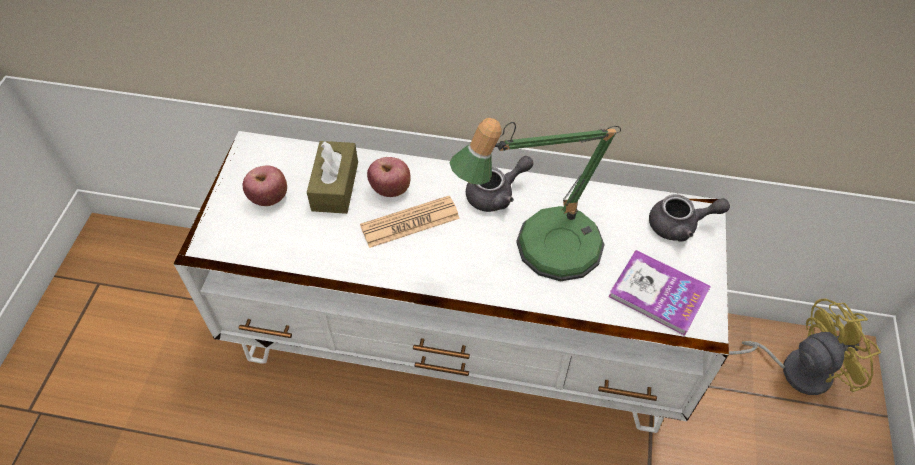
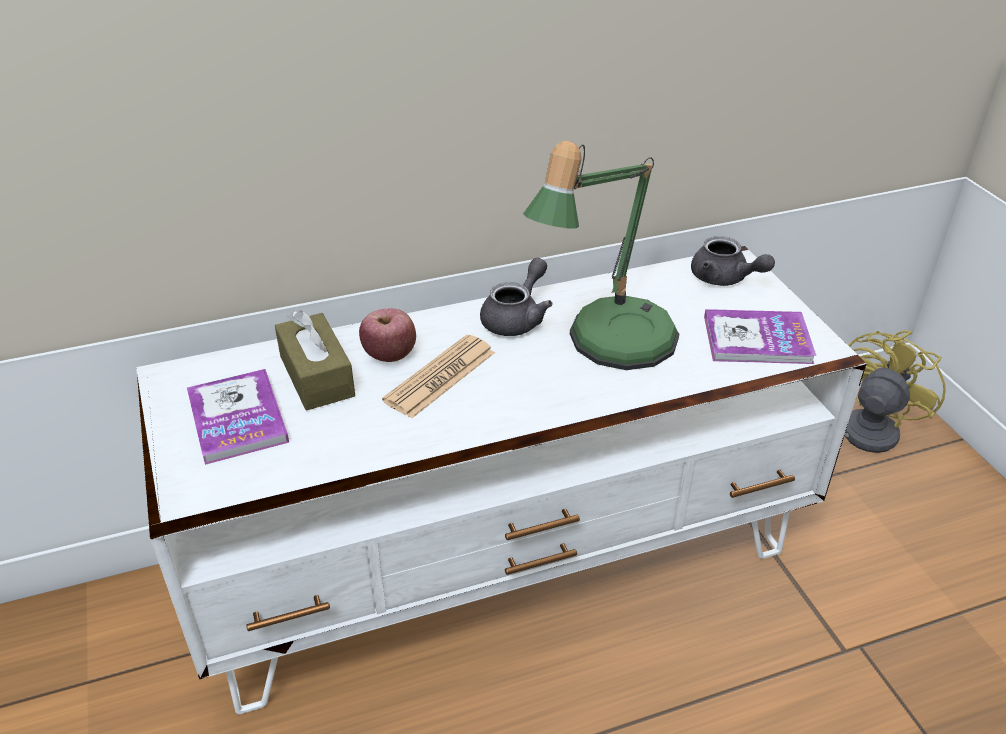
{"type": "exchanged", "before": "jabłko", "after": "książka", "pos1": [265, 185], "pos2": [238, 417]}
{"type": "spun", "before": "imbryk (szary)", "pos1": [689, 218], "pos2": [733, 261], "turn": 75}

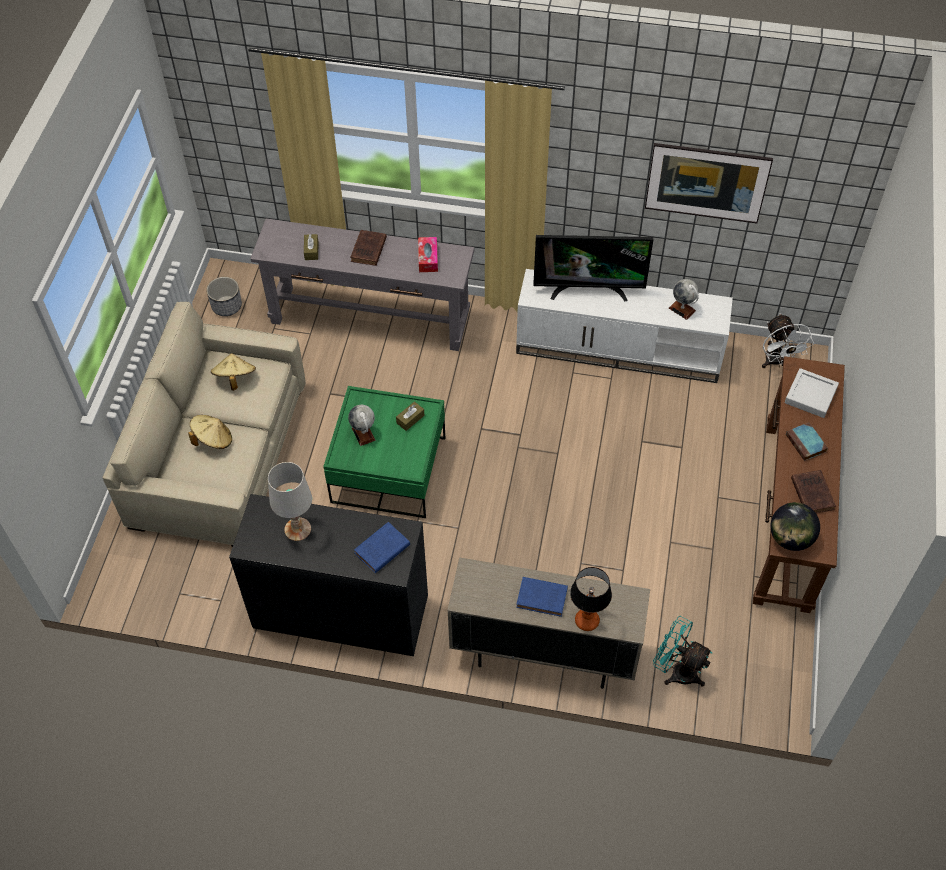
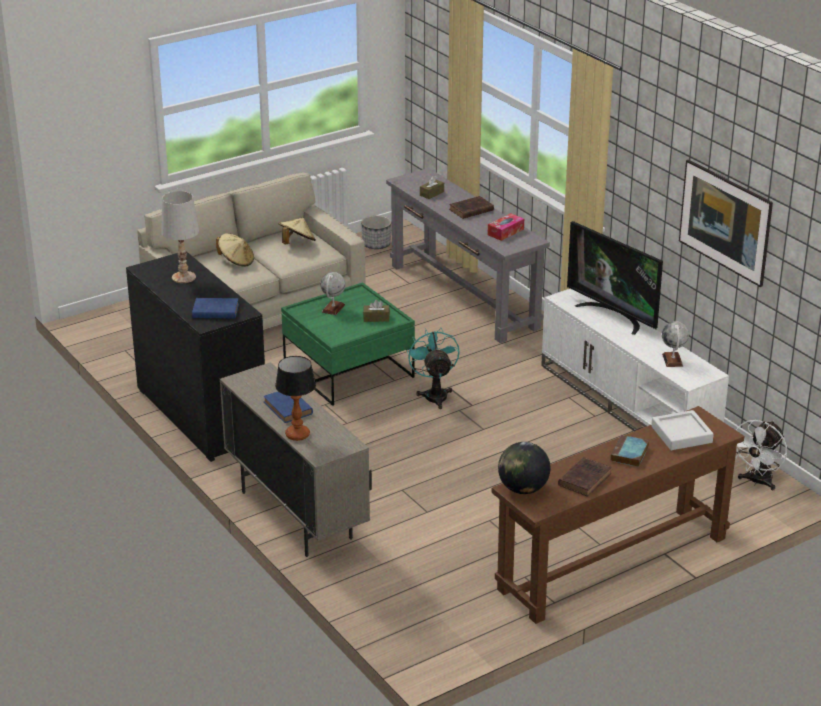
{"type": "relocated", "before": "wentylator (turkusowy)", "pos1": [682, 651], "pos2": [433, 368]}

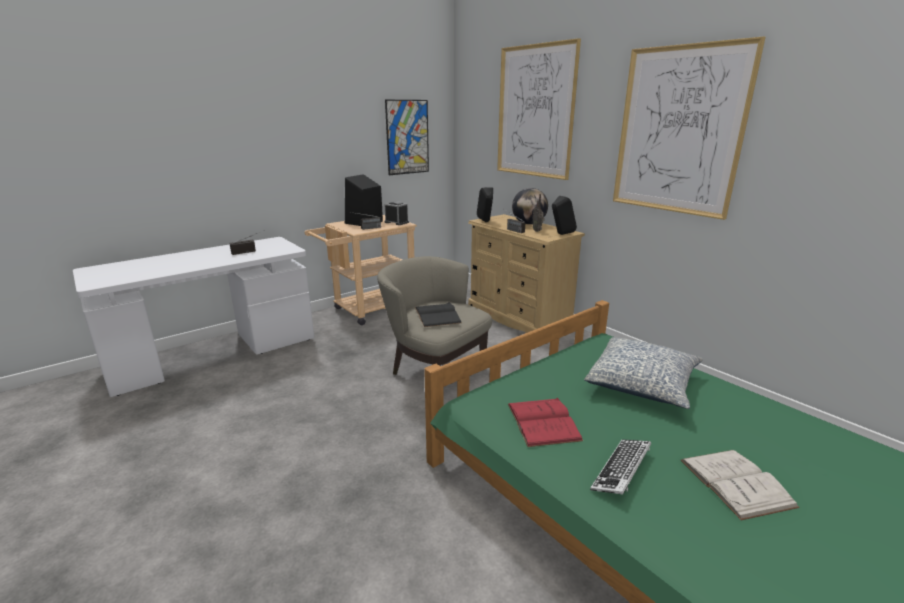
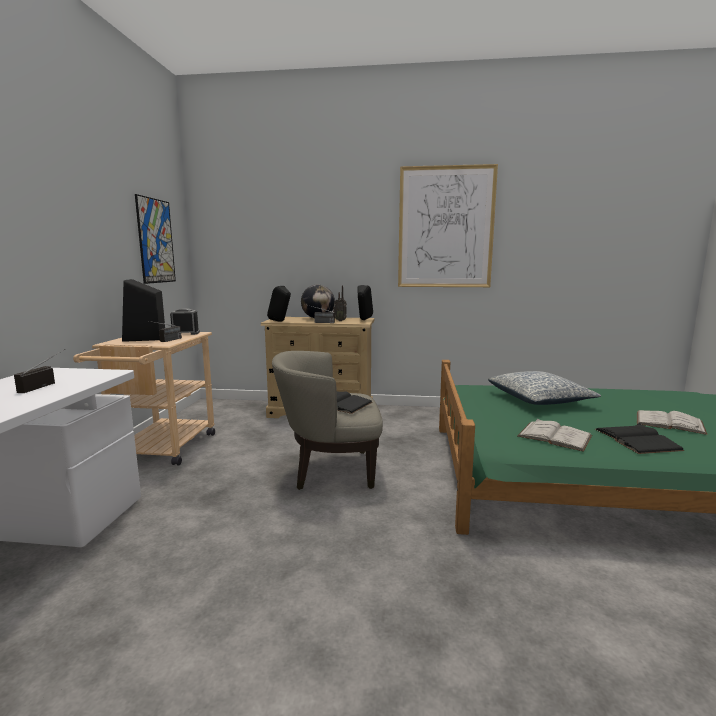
{"type": "missing", "before": "obraz", "pos1": [539, 109]}
{"type": "exchanged", "before": "klawiatura", "after": "książka (czarny)", "pos1": [620, 466], "pos2": [640, 438]}
{"type": "colour", "before": "książka (czerwony)", "after": "książka (biały)", "pos1": [545, 422], "pos2": [554, 435]}

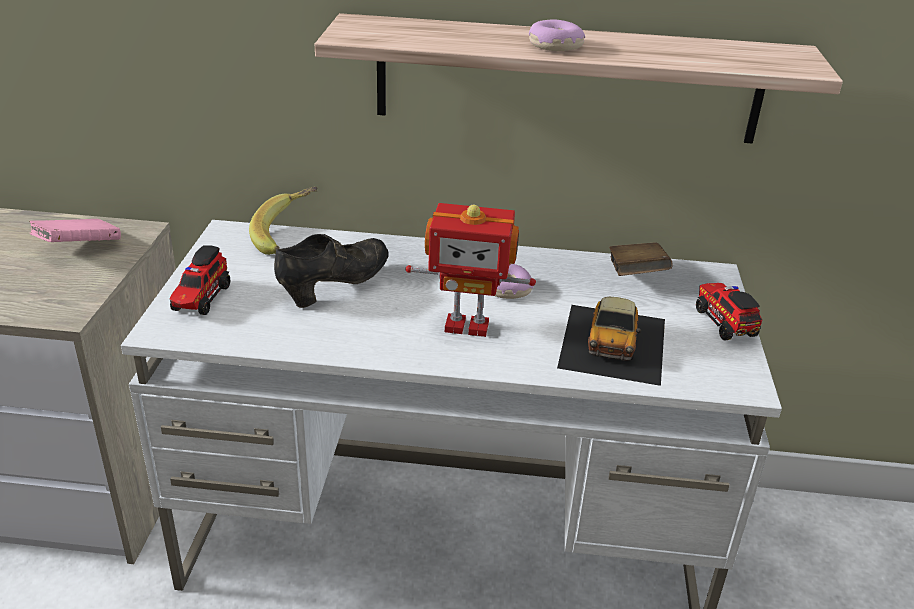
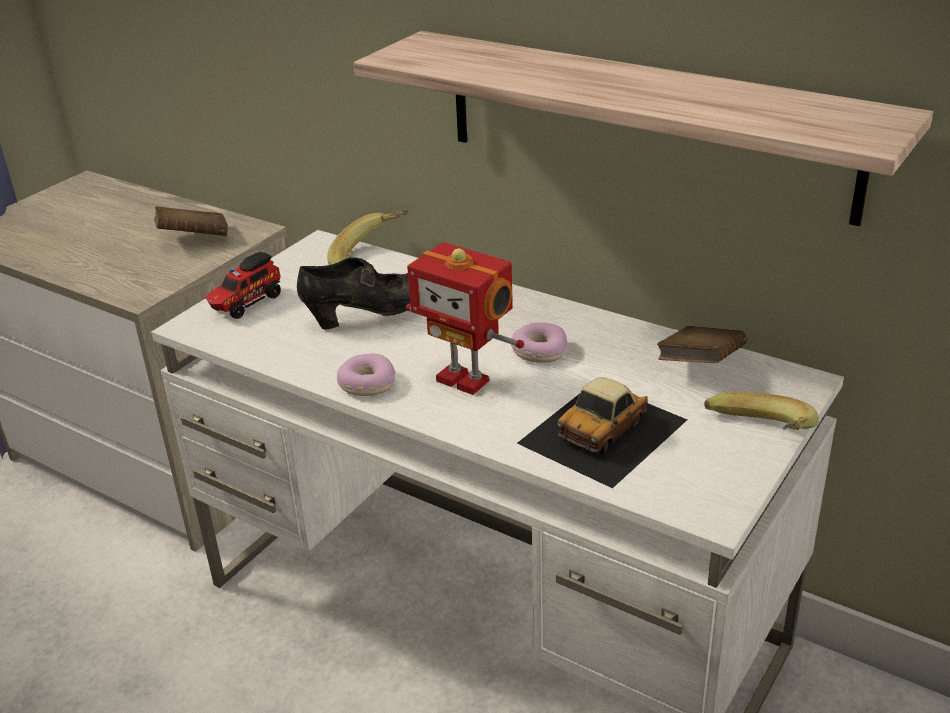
{"type": "relocated", "before": "donut", "pos1": [557, 35], "pos2": [366, 374]}
{"type": "exchanged", "before": "ciężarówka zabawkowa", "after": "banan", "pos1": [729, 312], "pos2": [761, 411]}
{"type": "colour", "before": "książka (różowy)", "after": "książka (brązowy)", "pos1": [75, 230], "pos2": [191, 221]}

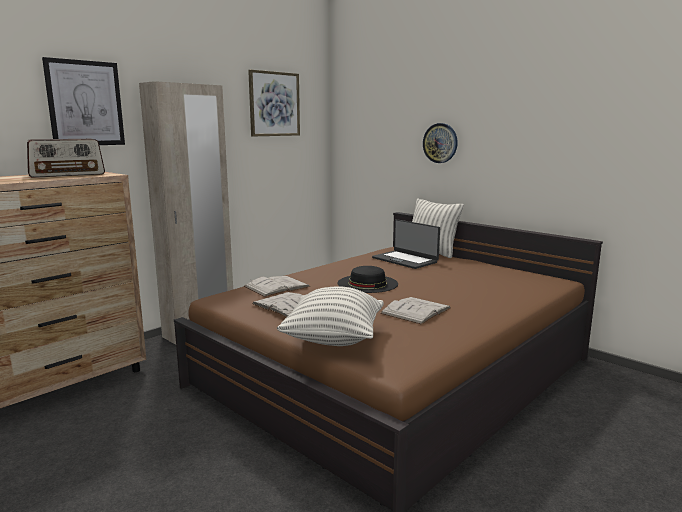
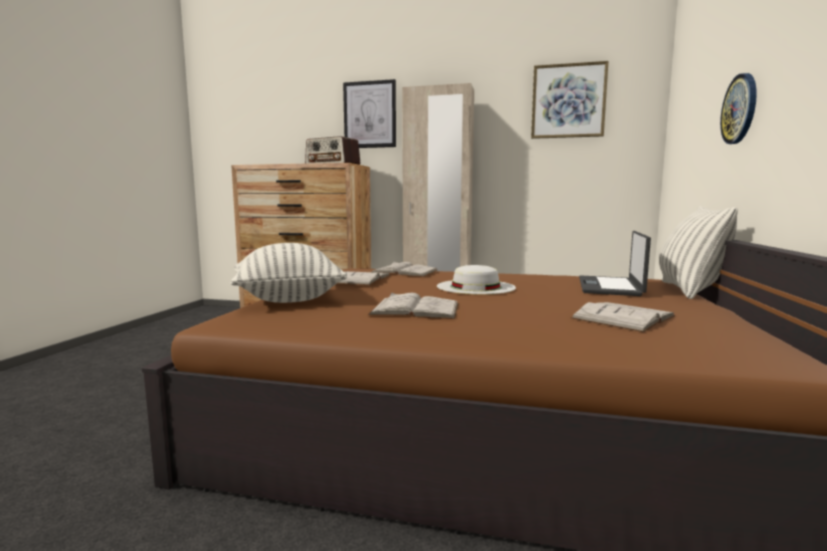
{"type": "appeared", "after": "książka (biały)", "pos2": [623, 317]}
{"type": "colour", "before": "kapelusz (czarny)", "after": "kapelusz (biały)", "pos1": [367, 279], "pos2": [476, 280]}

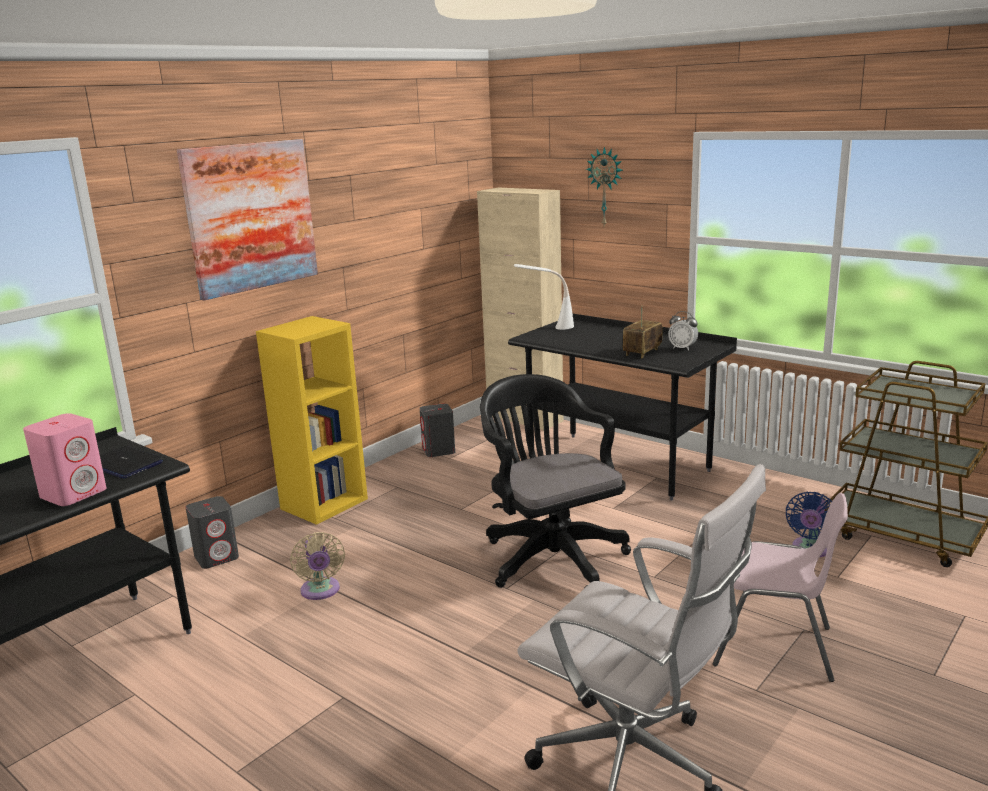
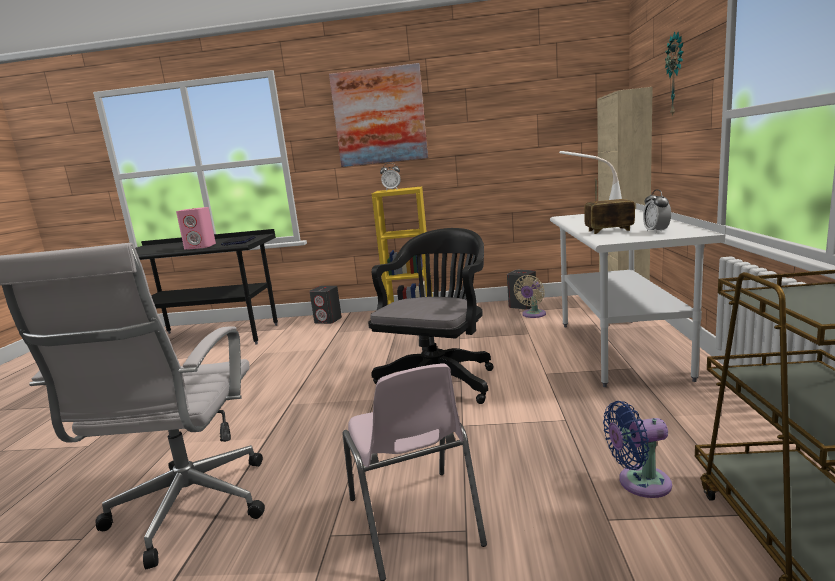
{"type": "appeared", "after": "budzik", "pos2": [390, 177]}
{"type": "relocated", "before": "wentylator (beżowy)", "pos1": [317, 566], "pos2": [530, 296]}
{"type": "colour", "before": "biurko (czarny)", "after": "biurko (biały)", "pos1": [622, 407], "pos2": [638, 295]}

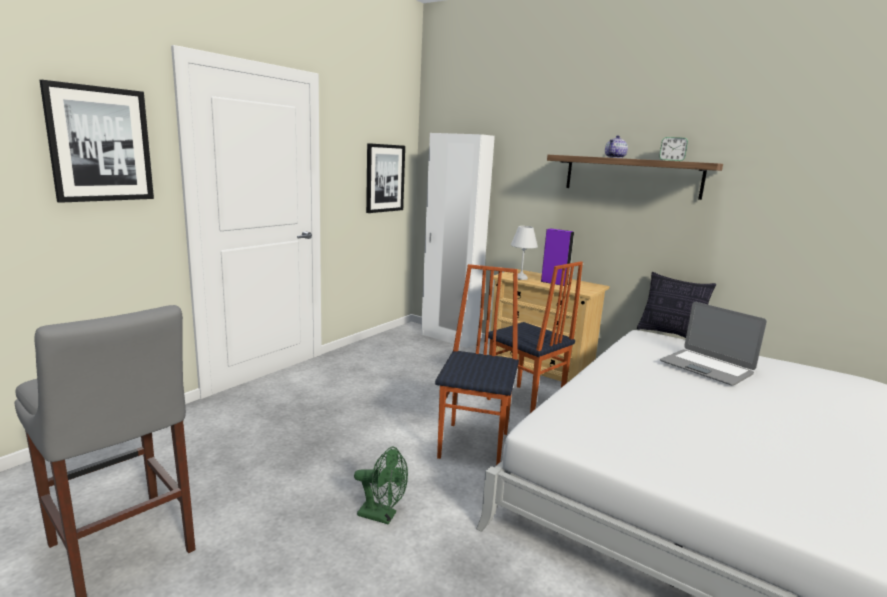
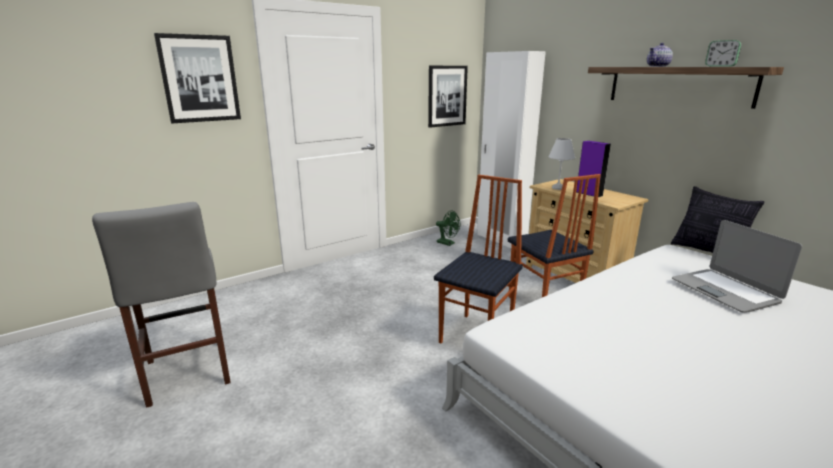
{"type": "relocated", "before": "wentylator (zielony)", "pos1": [381, 486], "pos2": [448, 228]}

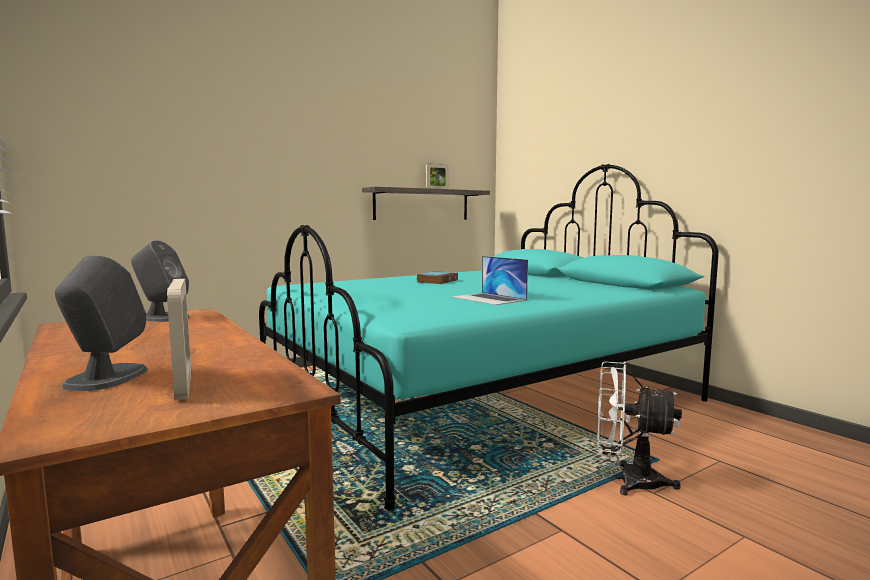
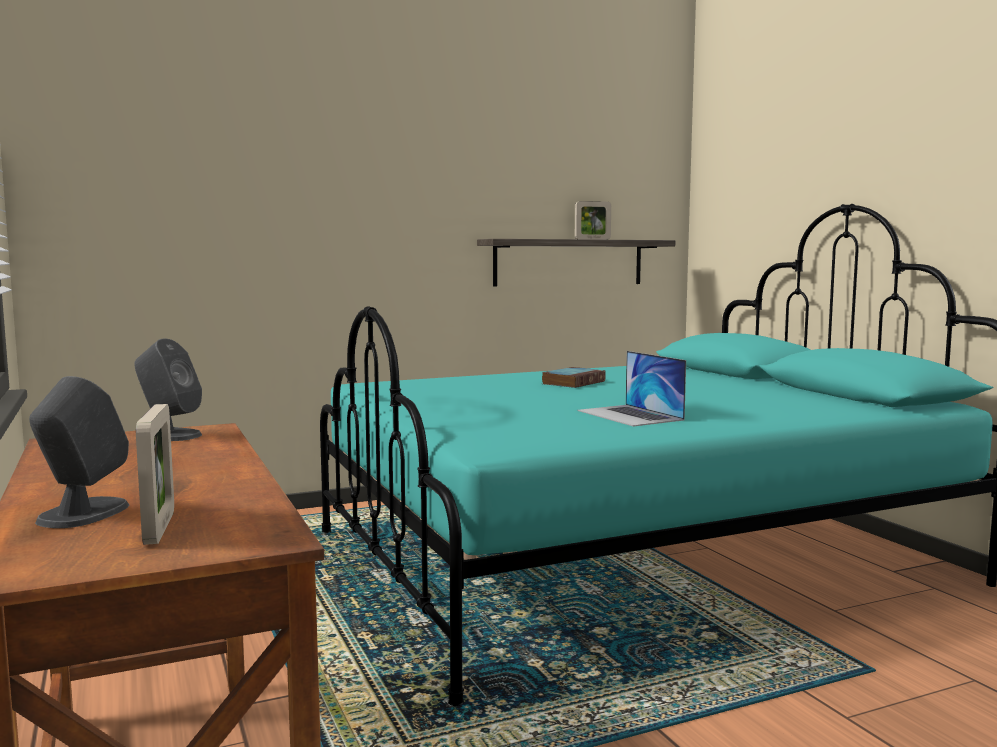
{"type": "missing", "before": "wentylator (biały)", "pos1": [639, 428]}

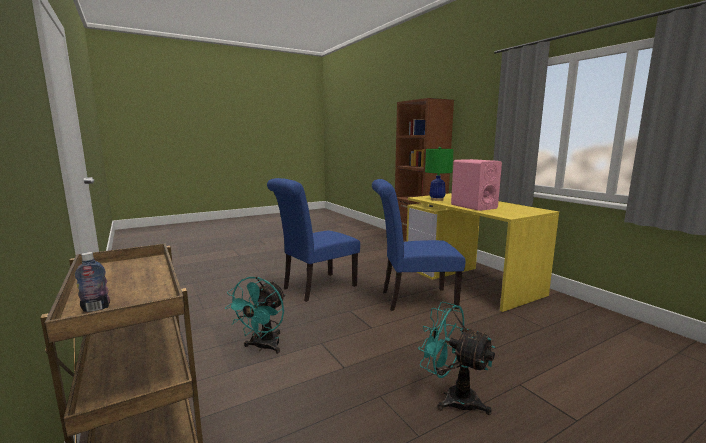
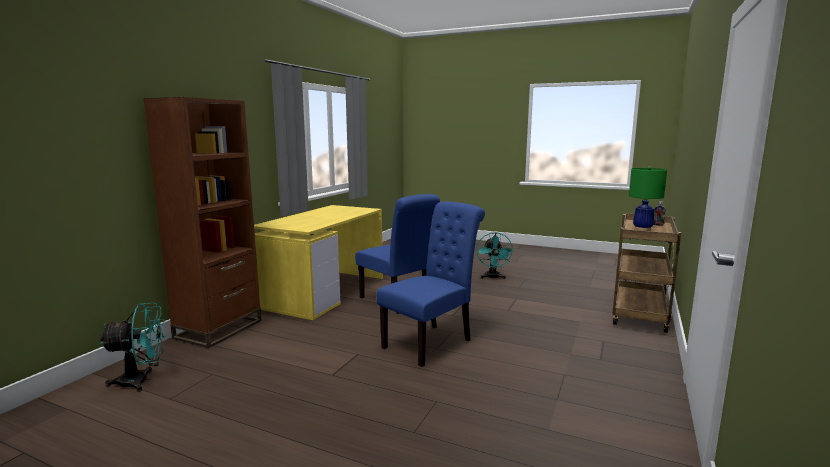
{"type": "missing", "before": "głośnik (różowy)", "pos1": [476, 185]}
{"type": "relocated", "before": "wentylator (turkusowy)", "pos1": [255, 315], "pos2": [132, 347]}
{"type": "relocated", "before": "lampa stołowa (zielony)", "pos1": [439, 174], "pos2": [648, 198]}
{"type": "spun", "before": "krzesło (niebieski)", "pos1": [313, 240], "pos2": [431, 284], "turn": -60}

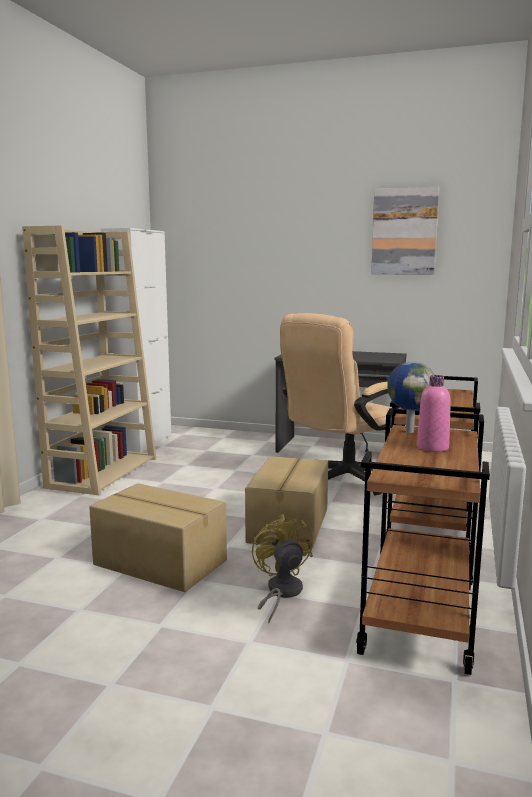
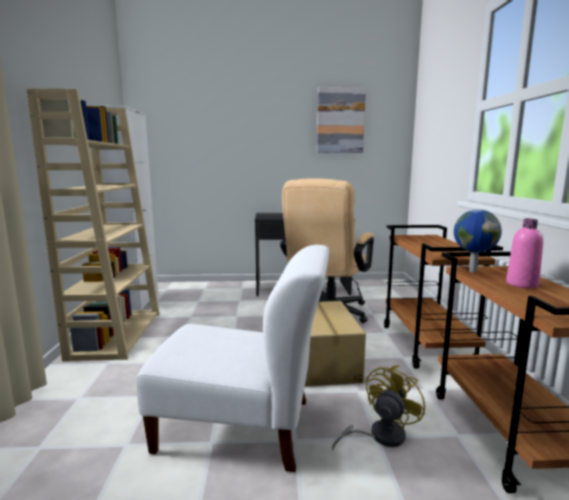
{"type": "exchanged", "before": "karton", "after": "krzesło (biały)", "pos1": [158, 537], "pos2": [233, 358]}
{"type": "spun", "before": "wentylator (żółty)", "pos1": [282, 568], "pos2": [378, 407], "turn": 75}

